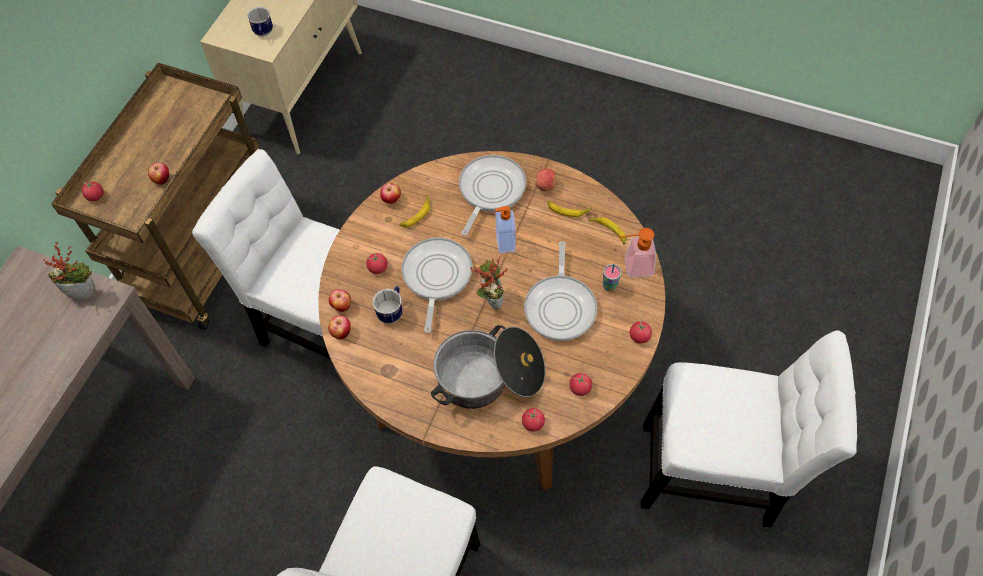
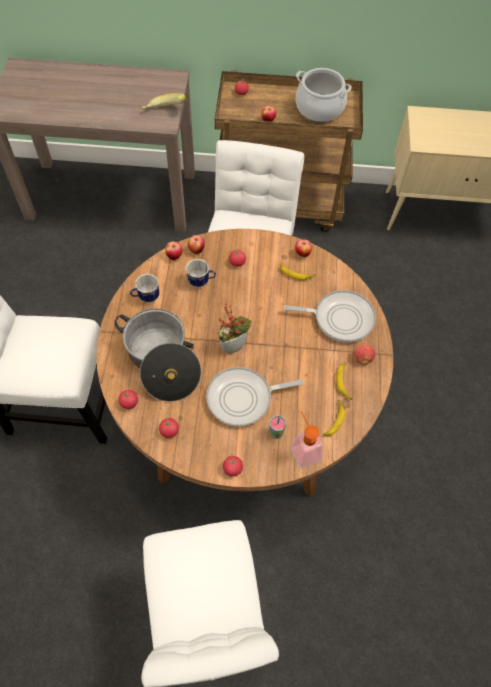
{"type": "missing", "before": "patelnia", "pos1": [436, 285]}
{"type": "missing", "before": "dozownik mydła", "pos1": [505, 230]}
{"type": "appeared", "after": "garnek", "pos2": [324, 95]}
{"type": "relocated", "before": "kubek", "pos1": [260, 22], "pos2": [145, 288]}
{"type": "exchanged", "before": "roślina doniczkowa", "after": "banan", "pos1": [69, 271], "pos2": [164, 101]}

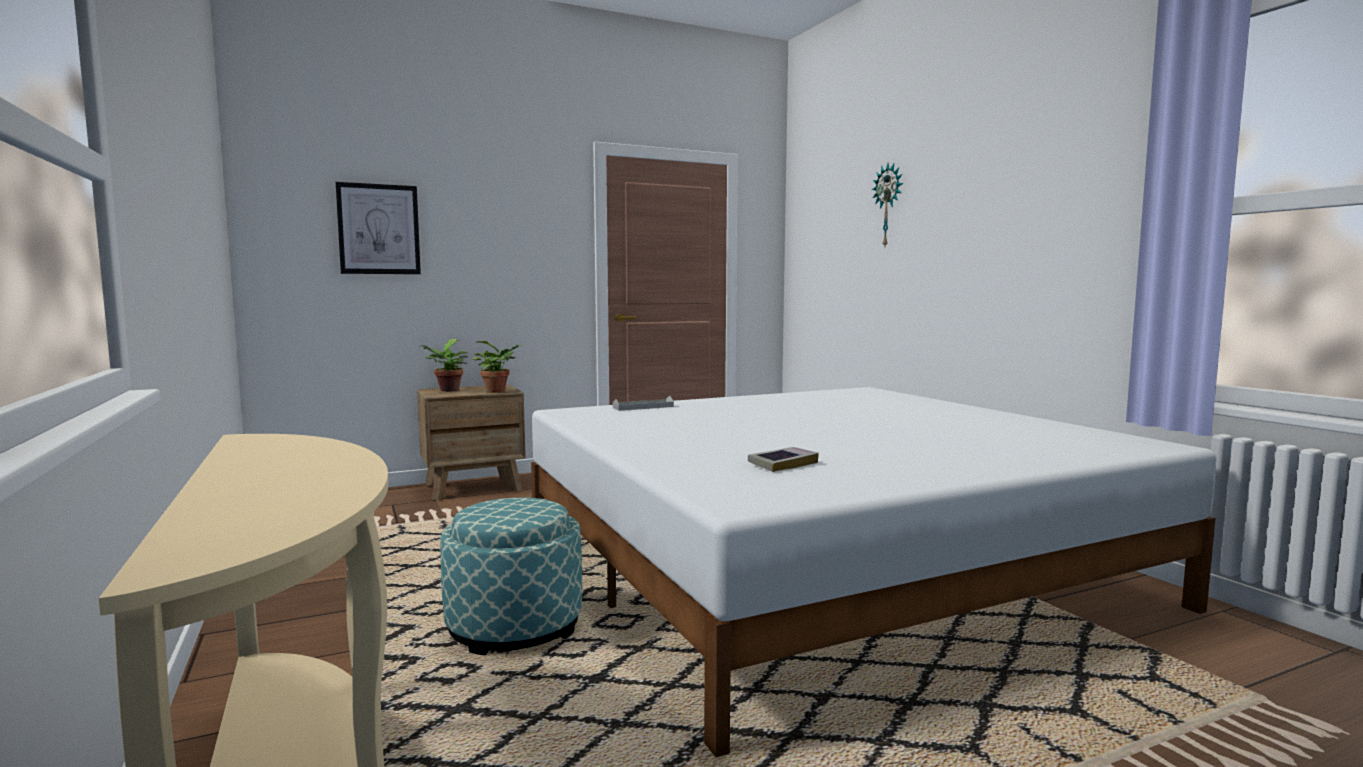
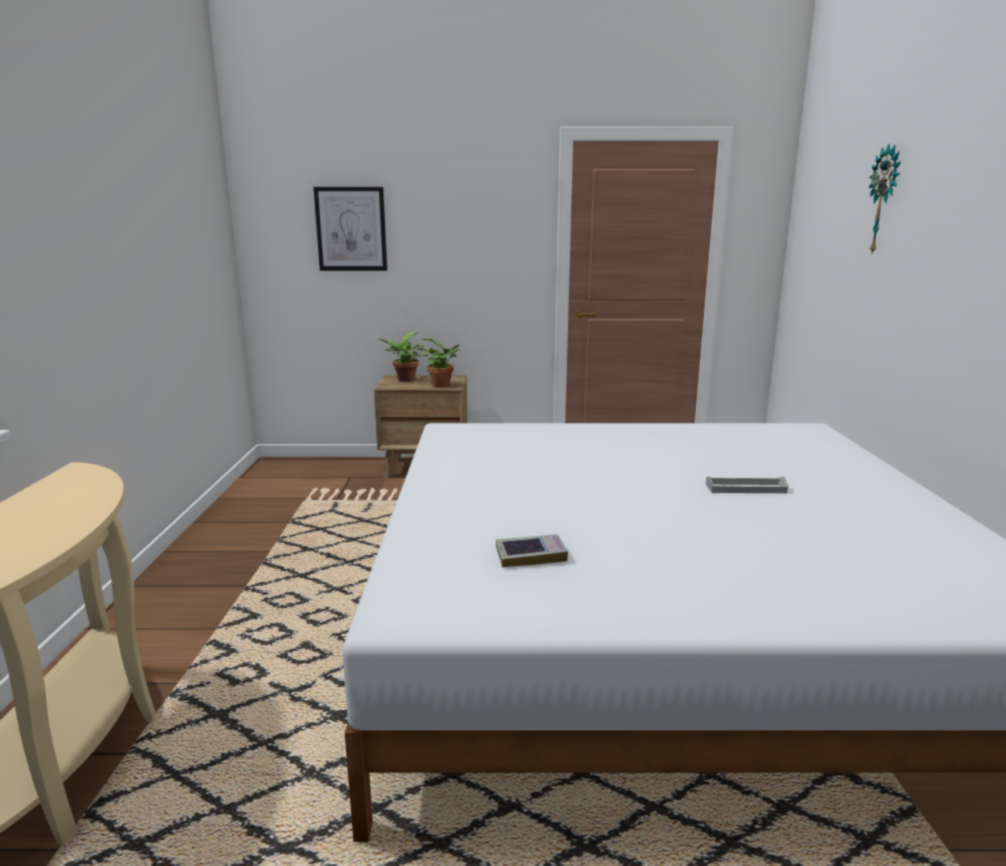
{"type": "missing", "before": "pufa", "pos1": [511, 576]}
{"type": "relocated", "before": "taca (szary)", "pos1": [643, 403], "pos2": [747, 484]}

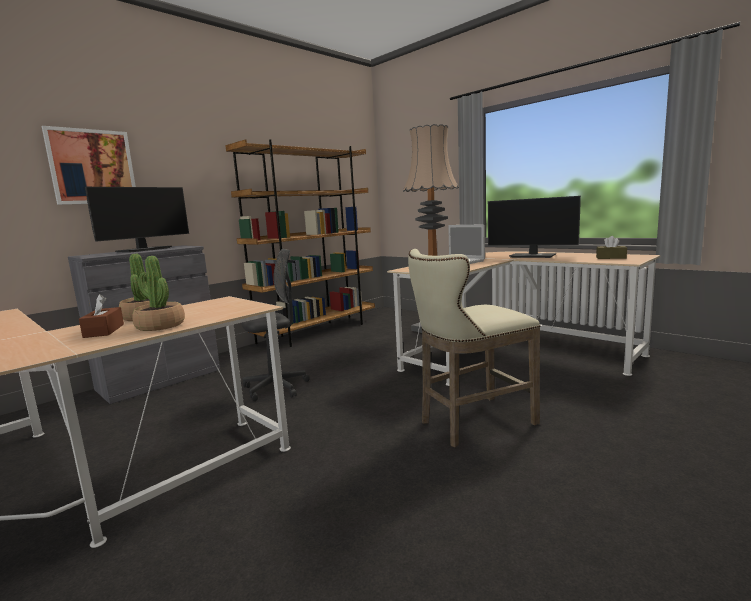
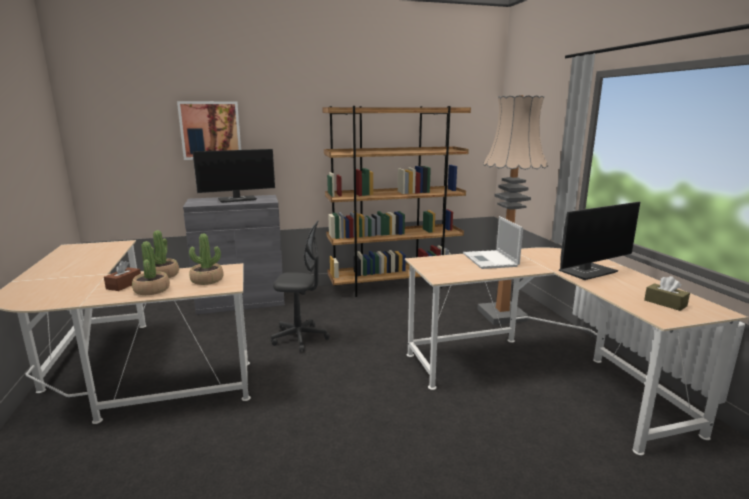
{"type": "missing", "before": "stołek (beżowy)", "pos1": [474, 348]}
{"type": "appeared", "after": "roślina doniczkowa", "pos2": [206, 259]}
{"type": "spun", "before": "monitor", "pos1": [534, 227], "pos2": [599, 241], "turn": -90}

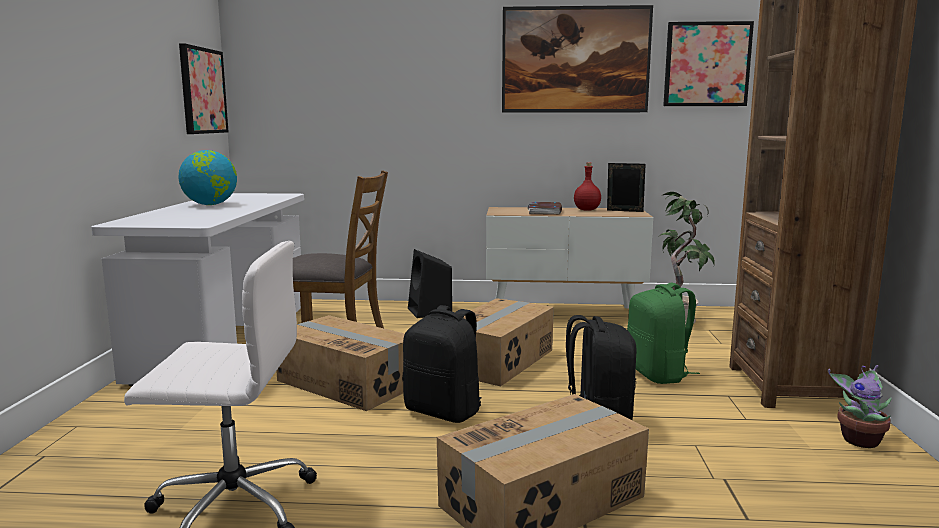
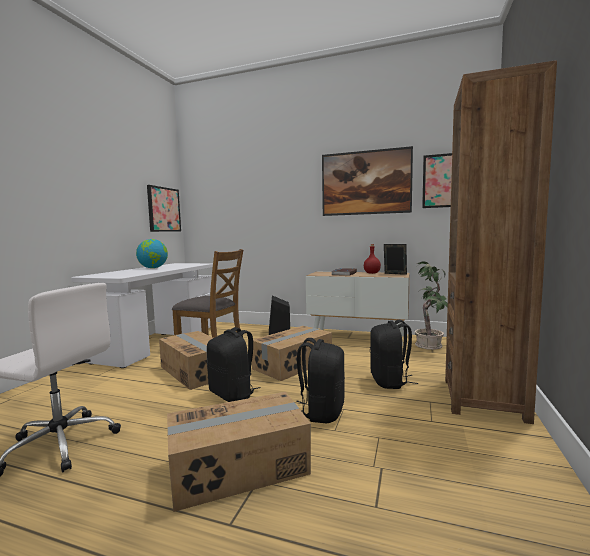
{"type": "missing", "before": "roślina doniczkowa", "pos1": [860, 406]}
{"type": "colour", "before": "plecak (zielony)", "after": "plecak (czarny)", "pos1": [663, 333], "pos2": [394, 354]}

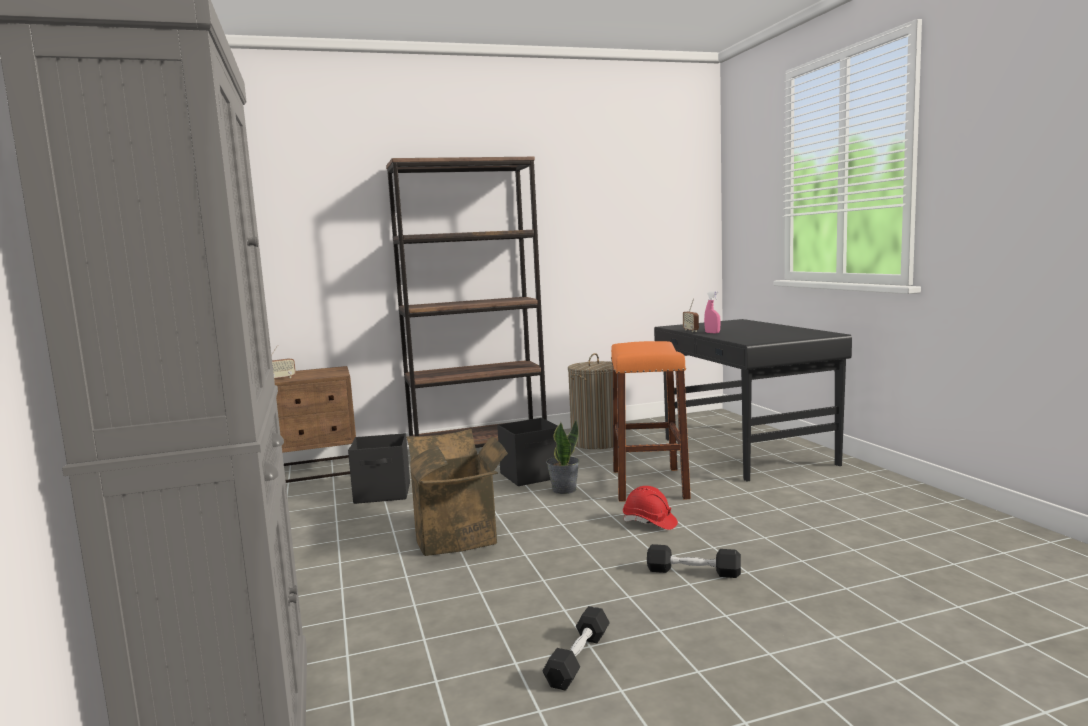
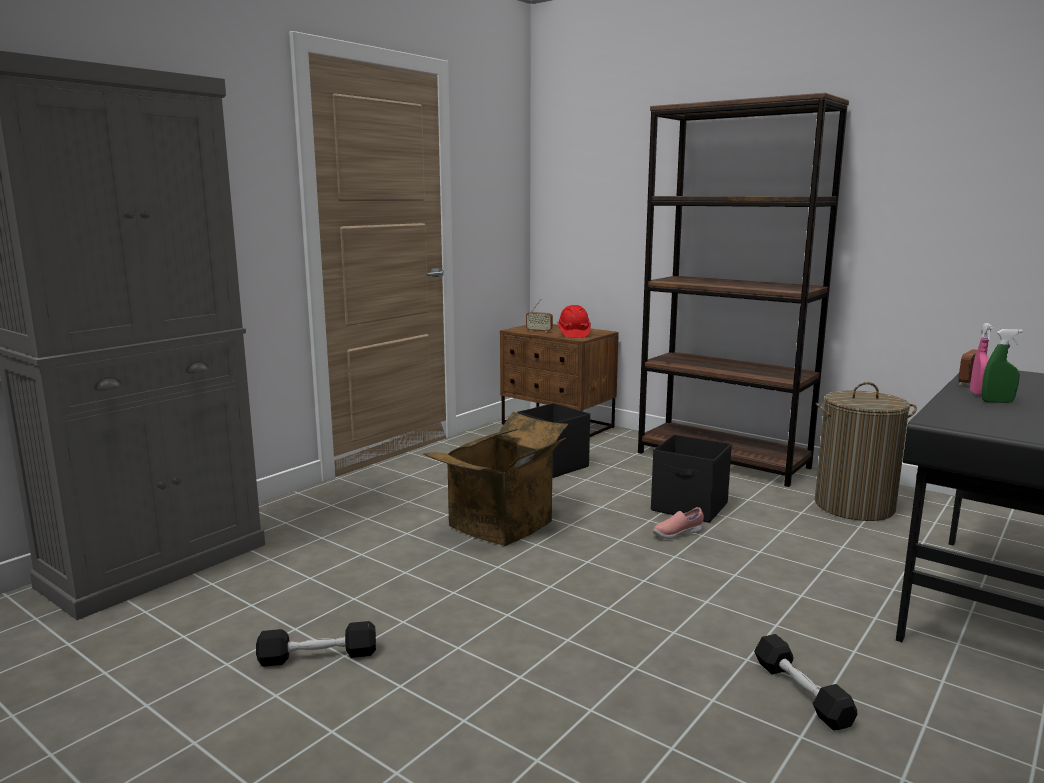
{"type": "missing", "before": "stołek (pomarańczowy)", "pos1": [651, 421]}
{"type": "appeared", "after": "spryskiwacz (zielony)", "pos2": [1002, 366]}
{"type": "relocated", "before": "kask (czerwony)", "pos1": [650, 508], "pos2": [574, 321]}
{"type": "relocated", "before": "hantel (czarny)", "pos1": [694, 561], "pos2": [805, 682]}
{"type": "exchanged", "before": "roślina doniczkowa", "after": "but (różowy)", "pos1": [563, 456], "pos2": [678, 523]}

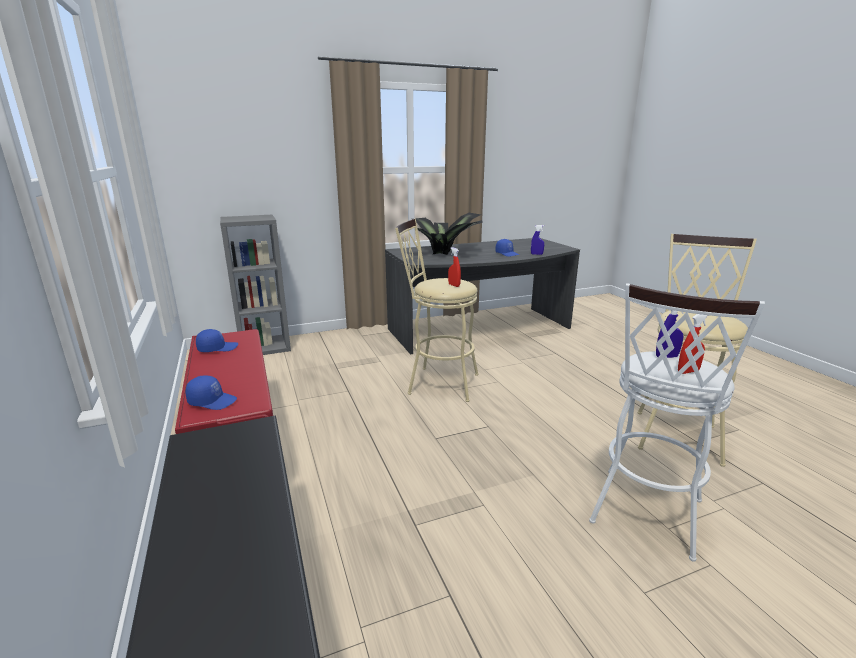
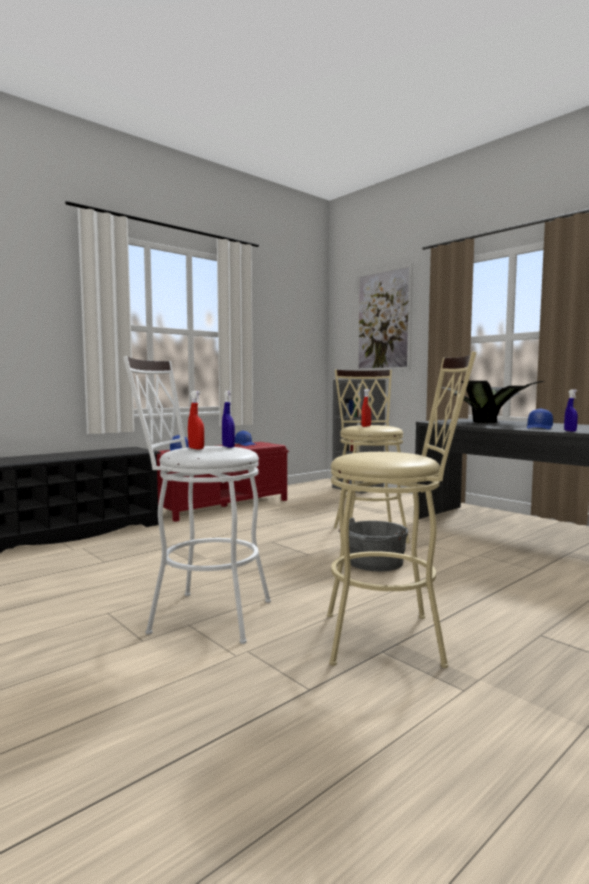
{"type": "appeared", "after": "wiadro (szary)", "pos2": [373, 545]}
{"type": "appeared", "after": "obraz", "pos2": [384, 317]}

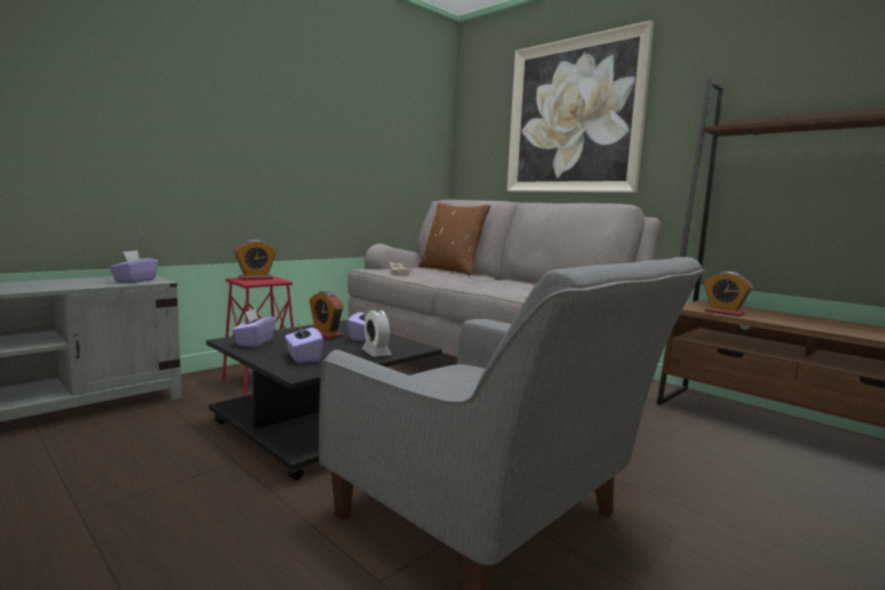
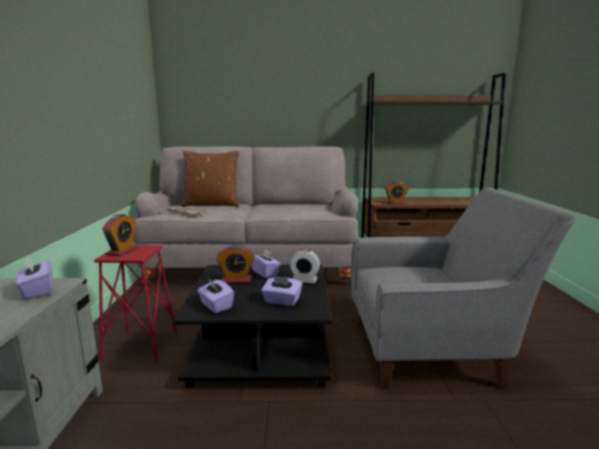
{"type": "missing", "before": "obraz", "pos1": [580, 106]}

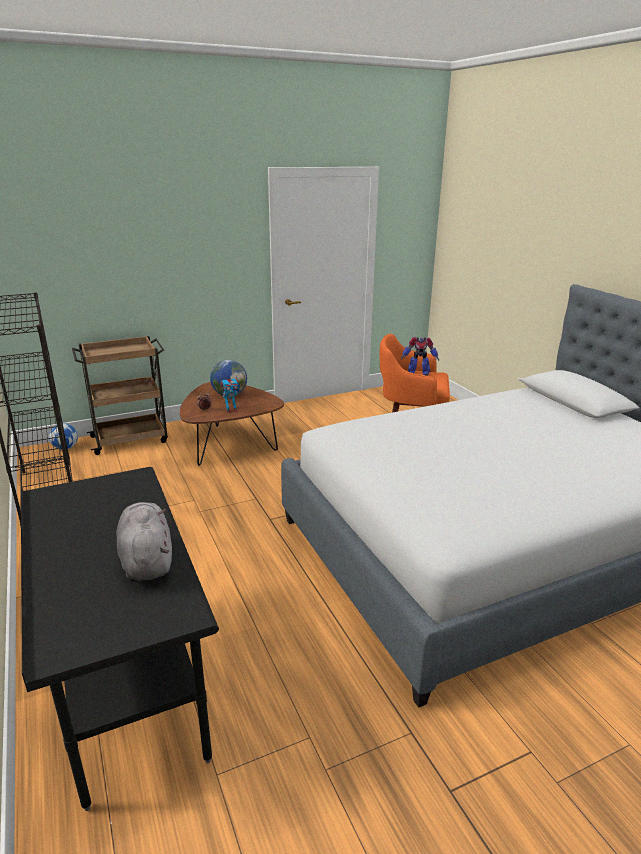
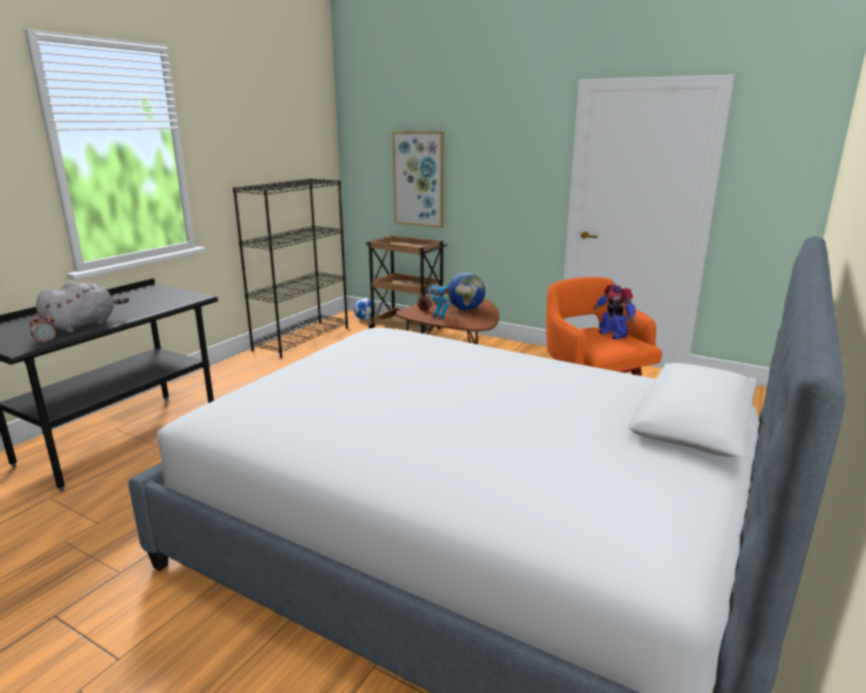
{"type": "appeared", "after": "budzik", "pos2": [42, 328]}
{"type": "appeared", "after": "obraz", "pos2": [418, 179]}

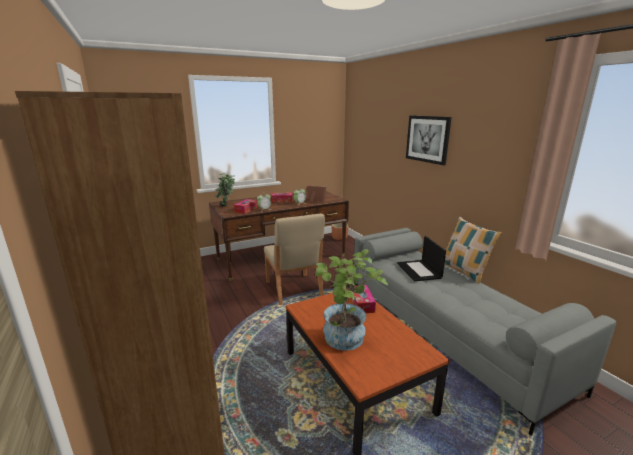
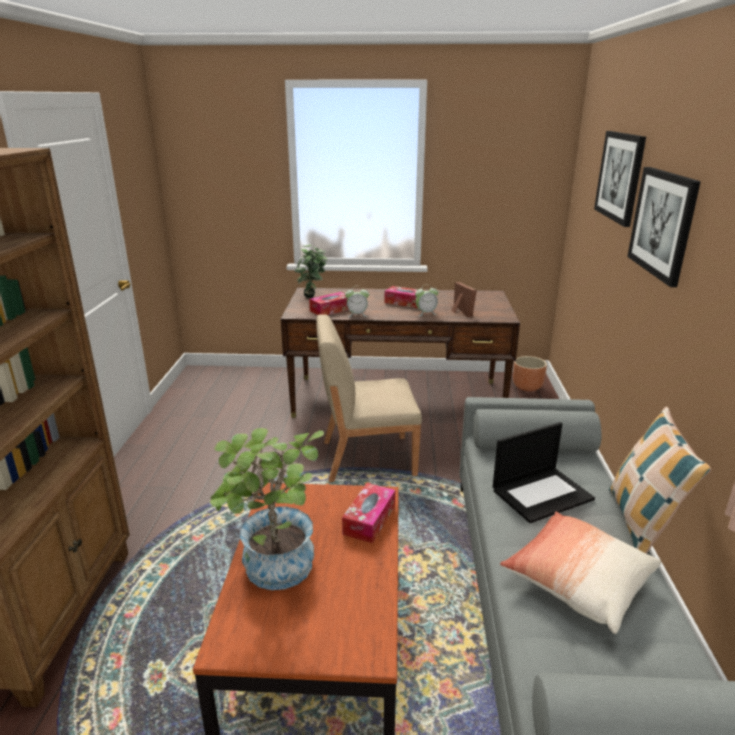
{"type": "appeared", "after": "poduszka", "pos2": [580, 572]}
{"type": "appeared", "after": "obraz", "pos2": [620, 179]}
{"type": "spun", "before": "krzesło (beżowy)", "pos1": [294, 259], "pos2": [369, 398], "turn": 75}
{"type": "spun", "before": "laptop", "pos1": [421, 258], "pos2": [544, 472], "turn": -135}

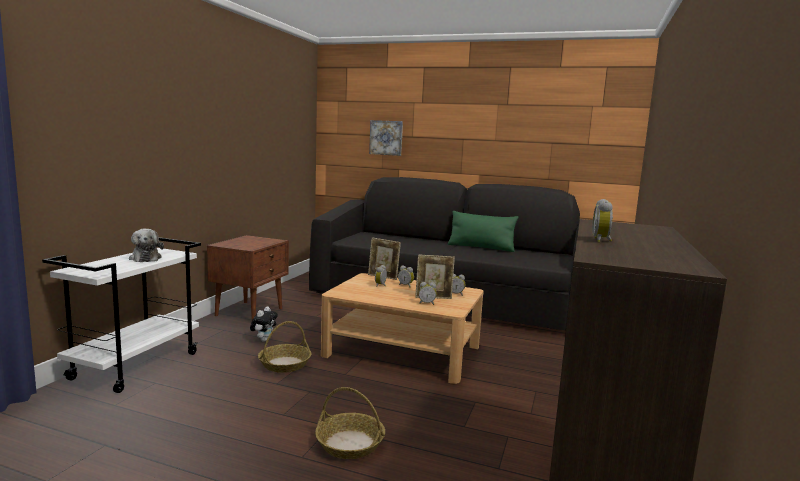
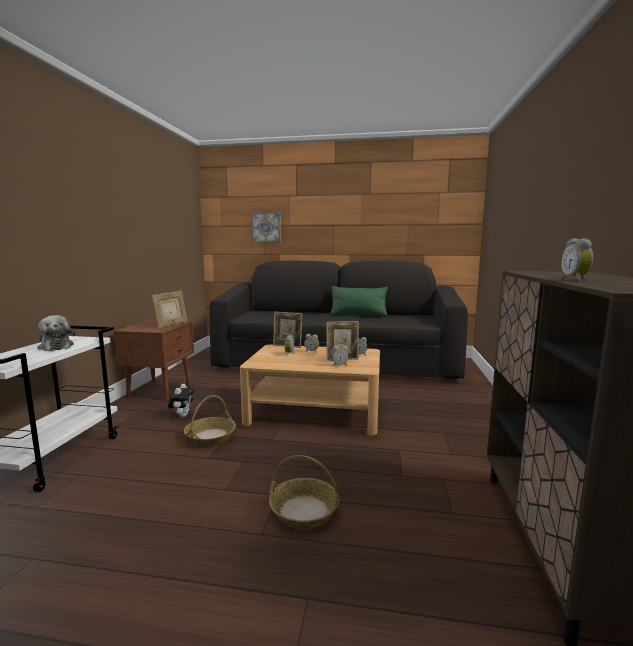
{"type": "appeared", "after": "ramka na zdjęcie", "pos2": [169, 309]}

